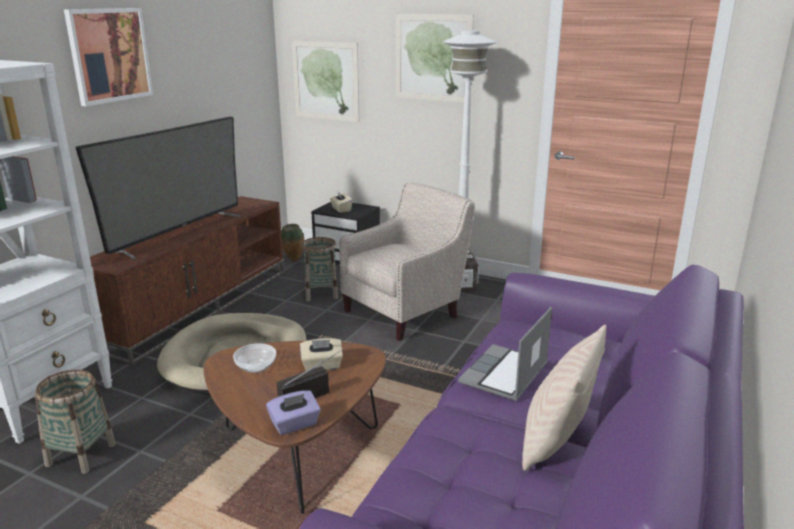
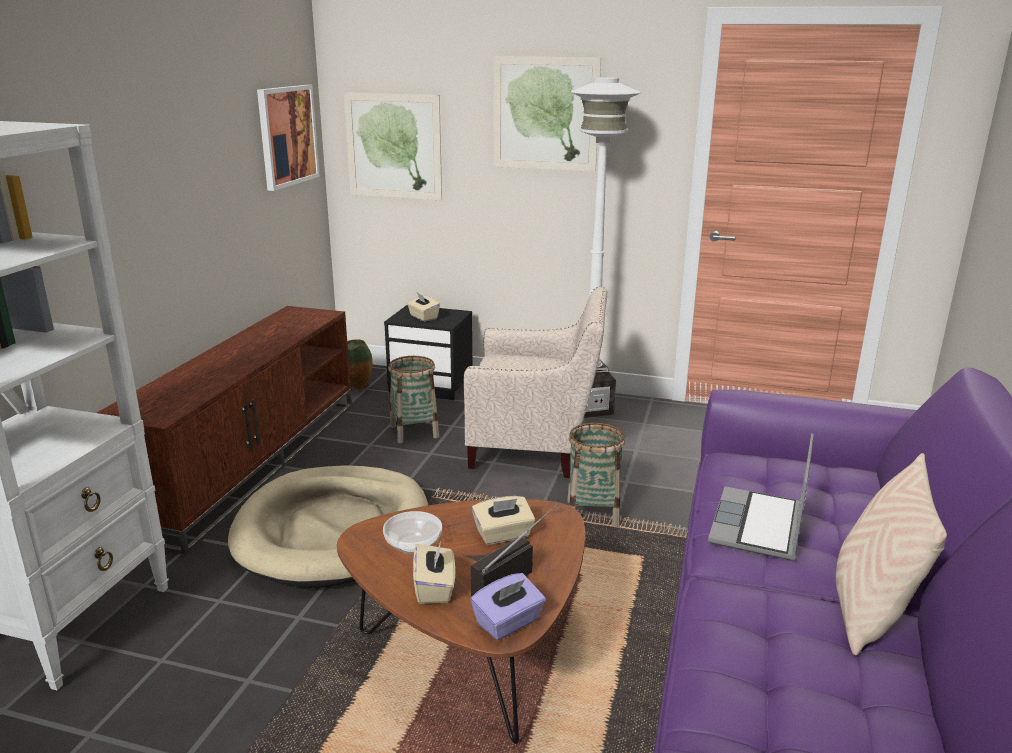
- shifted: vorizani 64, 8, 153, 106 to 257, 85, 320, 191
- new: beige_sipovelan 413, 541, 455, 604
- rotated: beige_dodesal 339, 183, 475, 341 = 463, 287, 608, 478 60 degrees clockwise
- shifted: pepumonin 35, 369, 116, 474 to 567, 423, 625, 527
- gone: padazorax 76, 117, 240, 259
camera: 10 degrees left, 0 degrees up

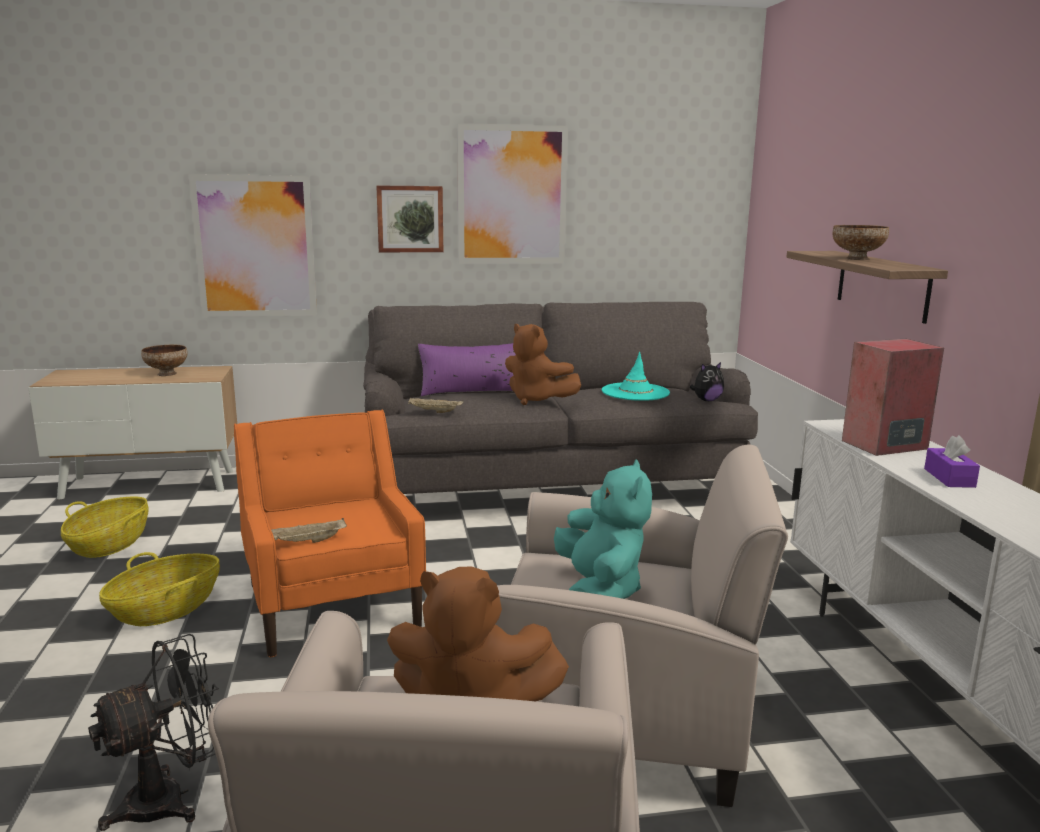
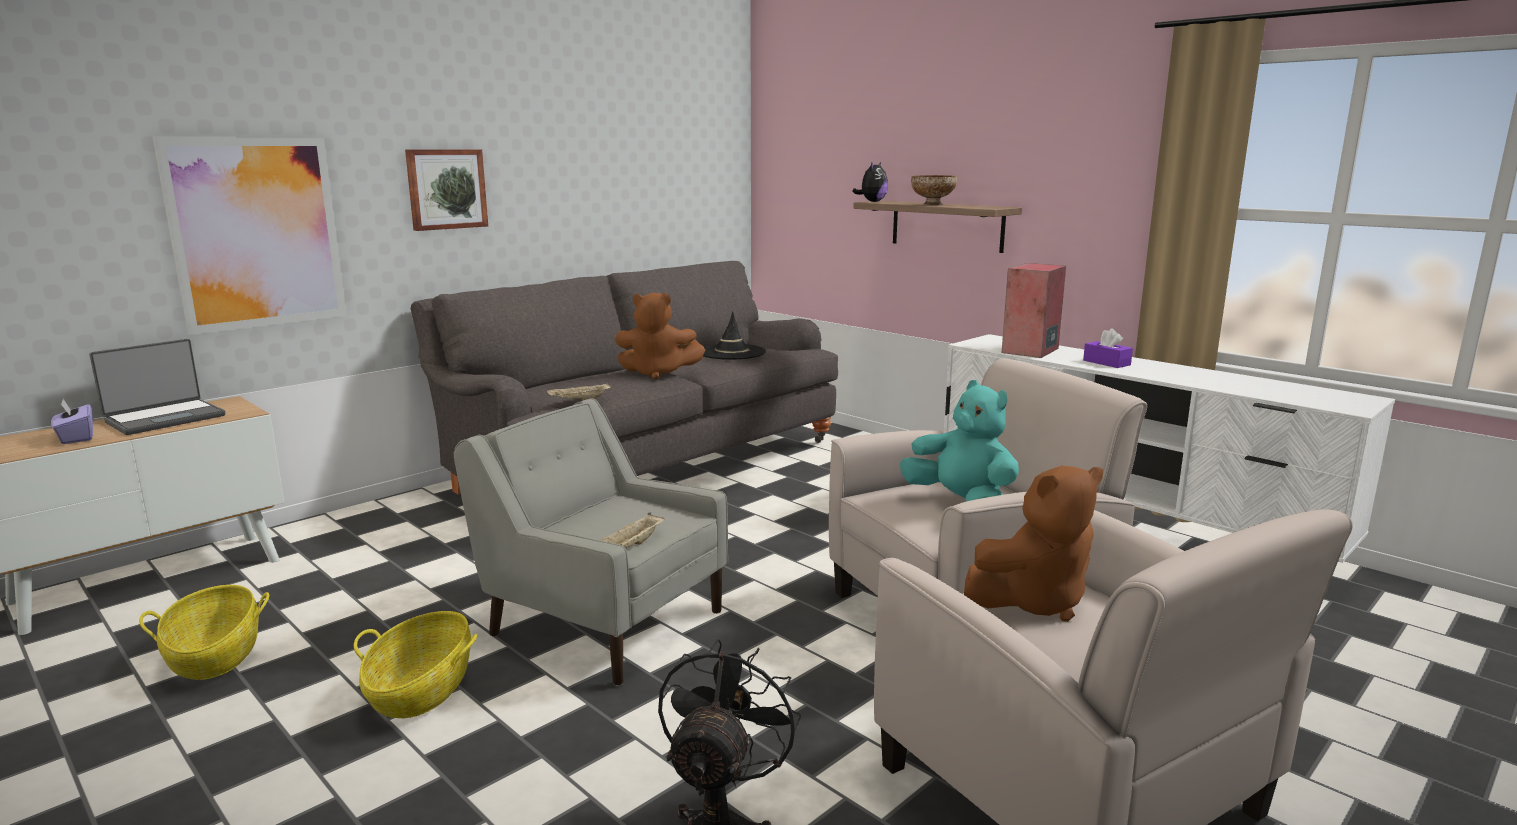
- new: purple_sipovelan 51, 399, 93, 444
- swapped: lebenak 141, 345, 187, 376 to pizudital 89, 339, 225, 435
- repainted: orange_dodesal 234, 410, 426, 657 to grey_dodesal 454, 398, 728, 686
- repainted: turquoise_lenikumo 602, 352, 670, 401 to black_lenikumo 703, 311, 766, 360
- shifted: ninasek 690, 362, 724, 401 to 852, 162, 888, 202
- gone: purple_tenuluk 418, 343, 516, 396
- gone: vorizani 457, 123, 568, 264
camera: 35 degrees left, 0 degrees up

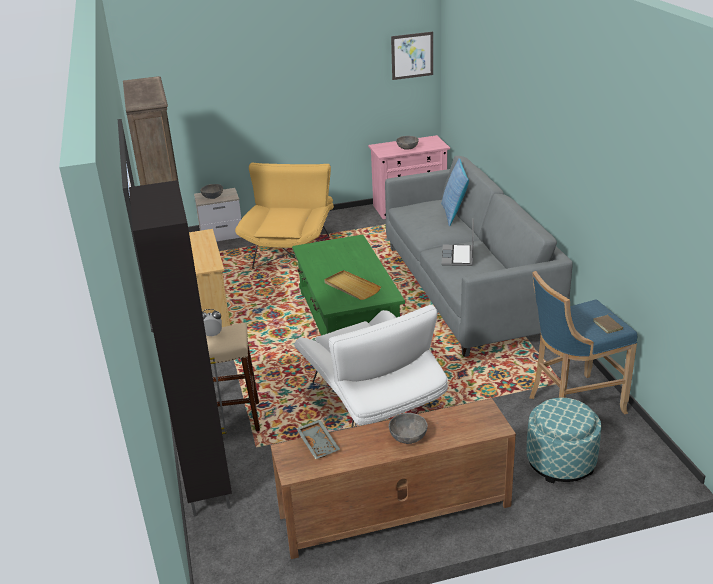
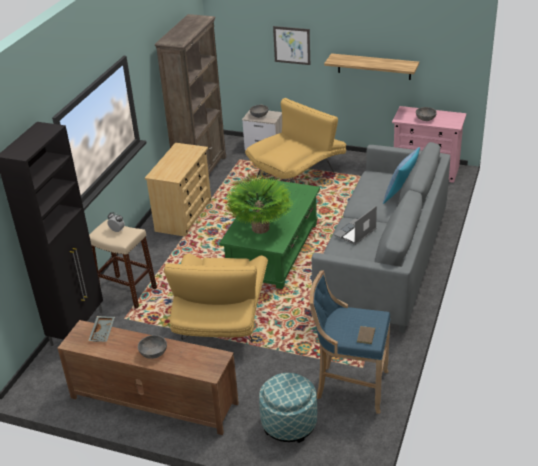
- repainted: white_dodesal 294, 305, 448, 428 to yellow_dodesal 164, 253, 268, 342
- swapped: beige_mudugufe 324, 270, 381, 300 to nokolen 224, 174, 293, 234
- shifted: vorizani 391, 32, 433, 80 to 273, 26, 310, 65
- new: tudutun 324, 53, 419, 80
camera: 35 degrees right, 5 degrees up

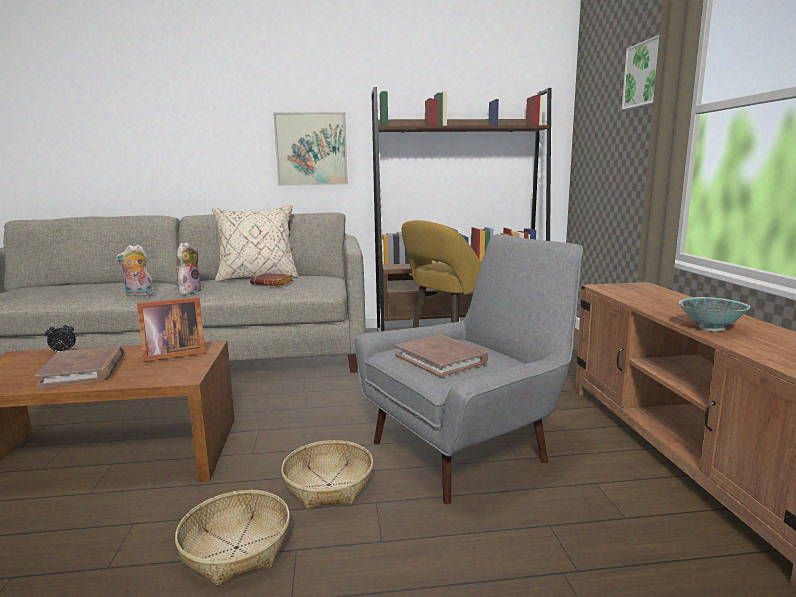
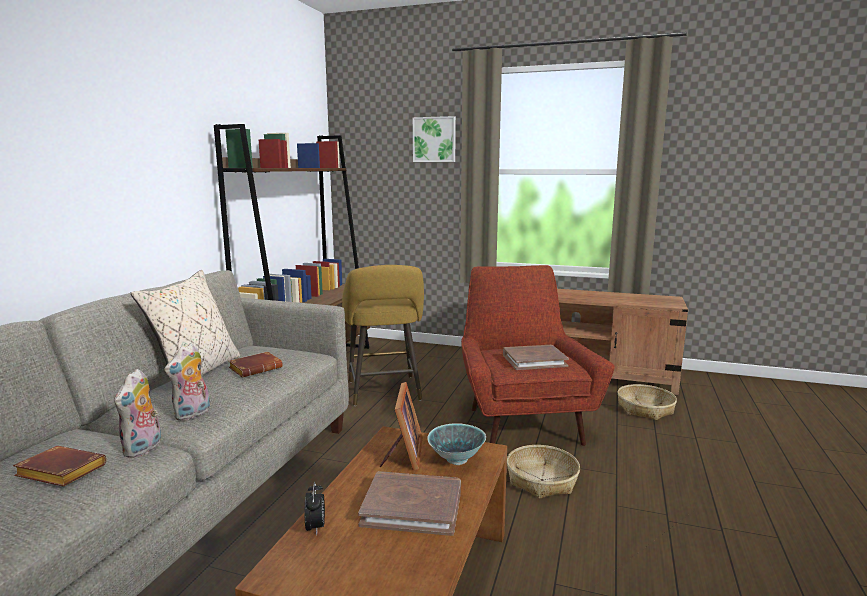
- new: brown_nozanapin 13, 446, 107, 487
- rotated: ninasek 176, 242, 202, 294 = 164, 343, 210, 421 105 degrees counterclockwise
- shifted: lebenak 679, 297, 750, 332 to 427, 423, 486, 465
- repainted: grey_dodesal 355, 234, 583, 504 to red_dodesal 461, 265, 615, 446
- shifted: pepumonin 175, 490, 290, 586 to 617, 384, 677, 420
- gone: vorizani 273, 112, 348, 186
camera: 65 degrees left, 0 degrees up

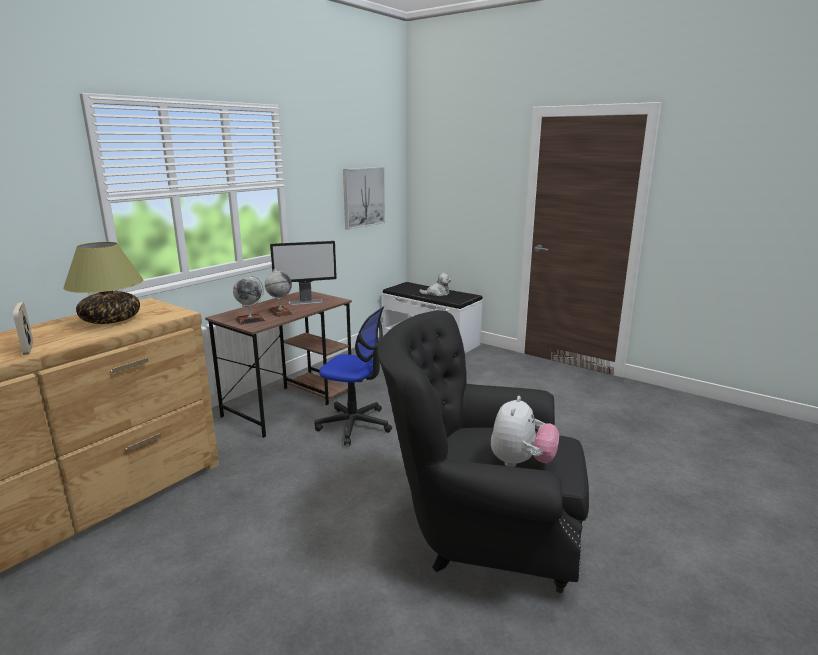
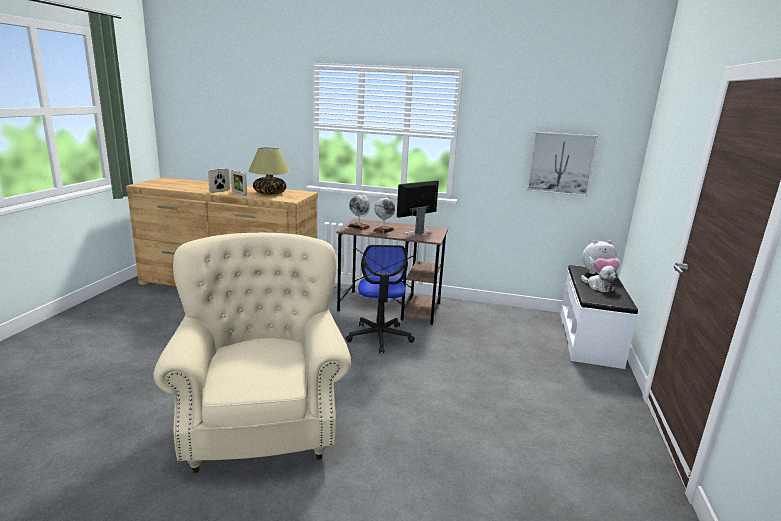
- repainted: black_dodesal 377, 310, 589, 593 to beige_dodesal 153, 233, 351, 473
- new: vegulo 231, 170, 247, 196
- rotated: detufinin 270, 241, 337, 305 = 397, 180, 439, 236 90 degrees clockwise
- shifted: ninasek 491, 396, 559, 467 to 582, 240, 620, 274
camera: 65 degrees right, 0 degrees up

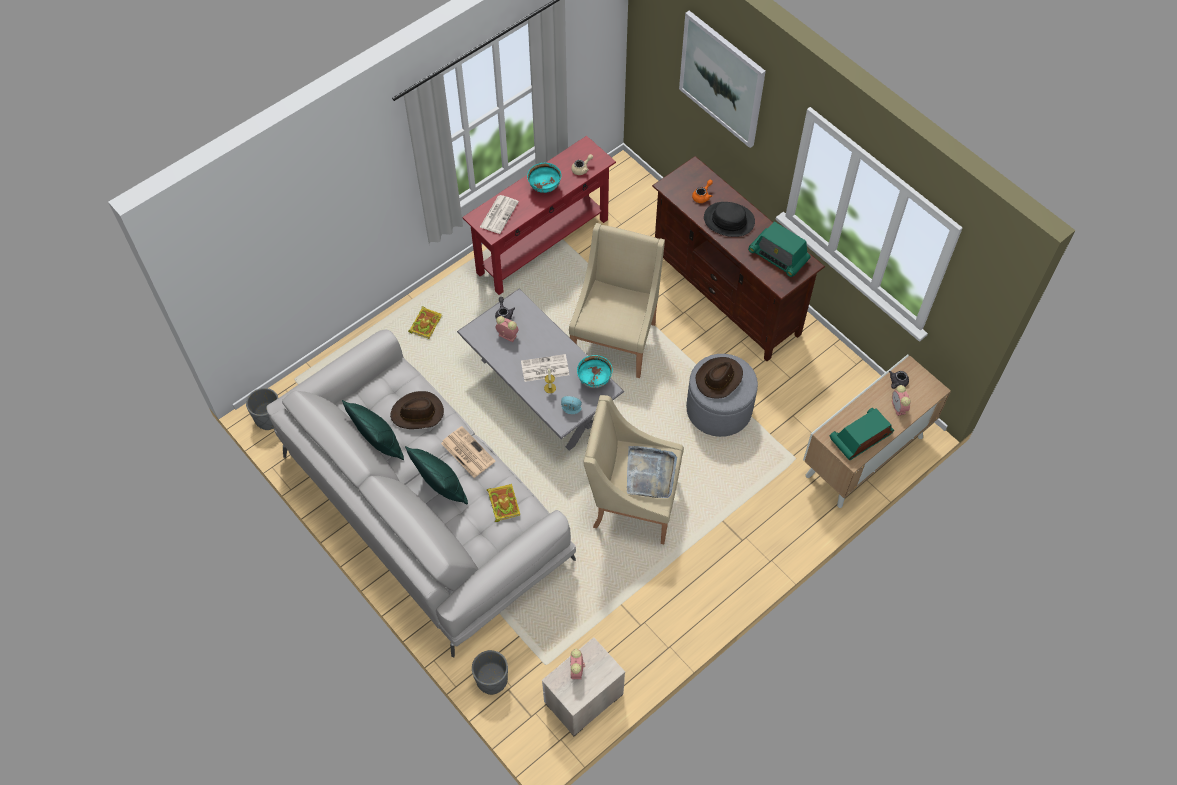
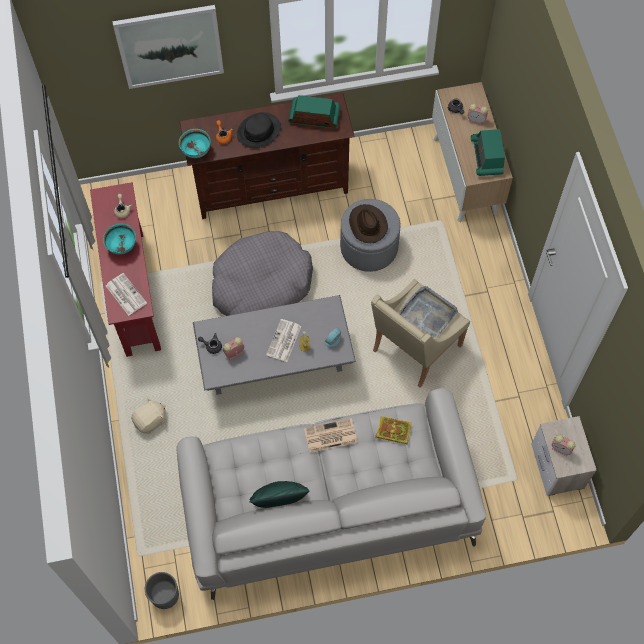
- swapped: nozanapin 408, 306, 442, 339 to beige_ninasek 131, 398, 166, 434
- shifted: turquoise_lebenak 577, 355, 613, 388 to 179, 129, 210, 158
- swapped: beige_dodesal 569, 223, 665, 378 to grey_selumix 212, 231, 313, 316
- rotated: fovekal 748, 221, 810, 277 = 288, 95, 341, 129 150 degrees counterclockwise
- gone: brown_lenikumo 390, 391, 444, 429
- gone: green_tenuluk 405, 446, 468, 504
- gone: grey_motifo 472, 650, 508, 695
camera: 60 degrees left, 5 degrees up

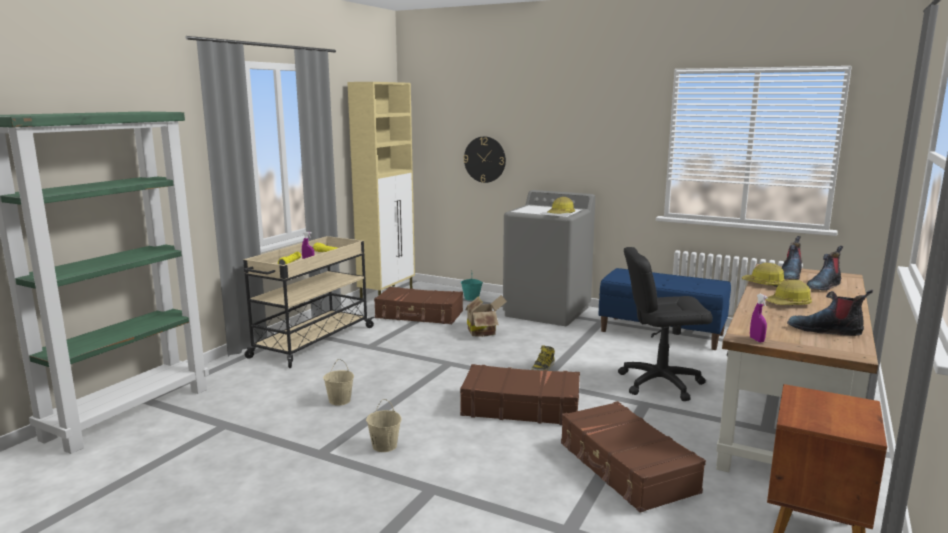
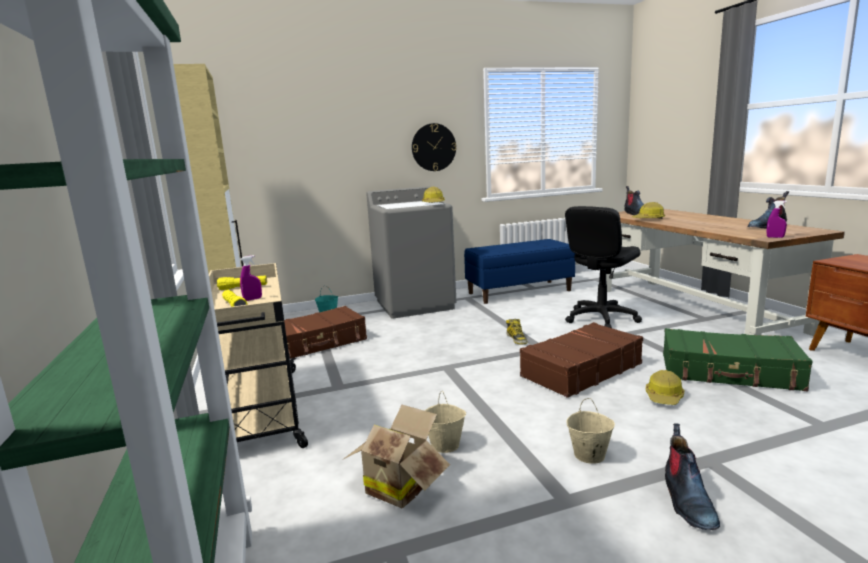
- shifted: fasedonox 466, 295, 507, 337 to 342, 405, 450, 508
- shifted: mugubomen 464, 137, 506, 183 to 412, 123, 456, 171
- shifted: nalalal 765, 280, 812, 305 to 646, 370, 684, 405
- repainted: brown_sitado 561, 401, 706, 513 to green_sitado 663, 328, 812, 392
- shifted: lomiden 807, 246, 843, 291 to 665, 423, 720, 530
camera: 45 degrees left, 0 degrees up

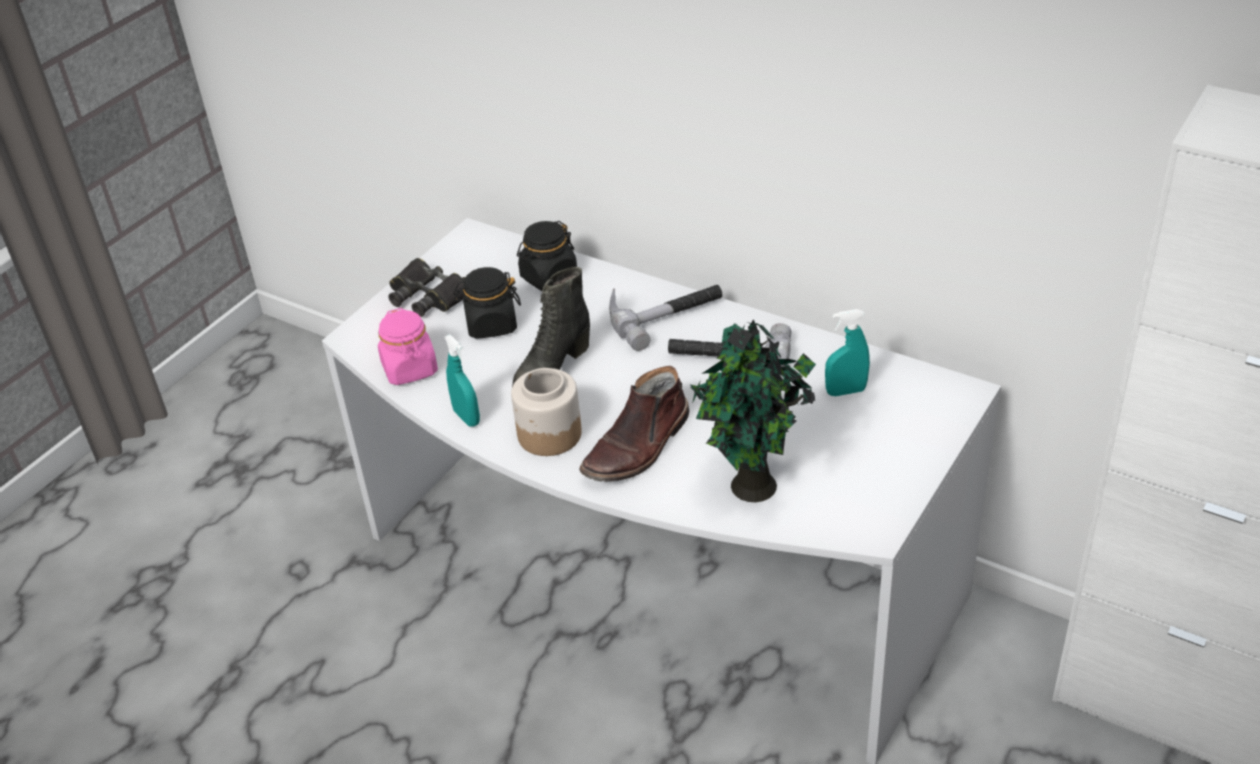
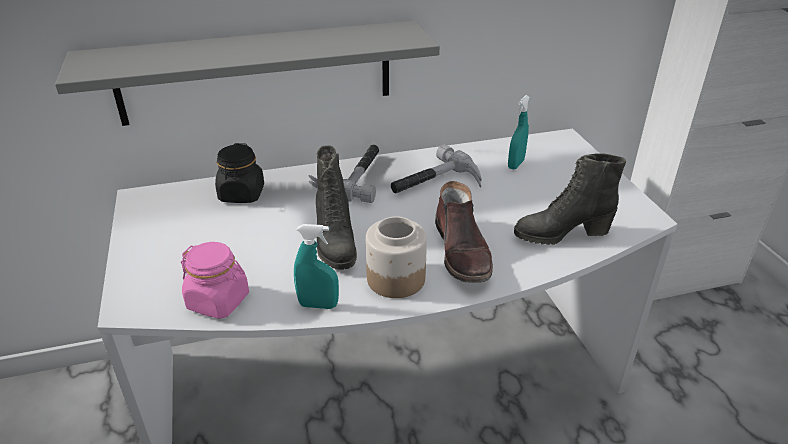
- new: grey_tudutun 55, 21, 440, 126
- swapped: nokolen 690, 319, 816, 502 to black_lomiden 514, 153, 626, 245
- gone: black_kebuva 388, 258, 466, 317
- gone: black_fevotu 453, 267, 521, 339
camera: 50 degrees left, 5 degrees down

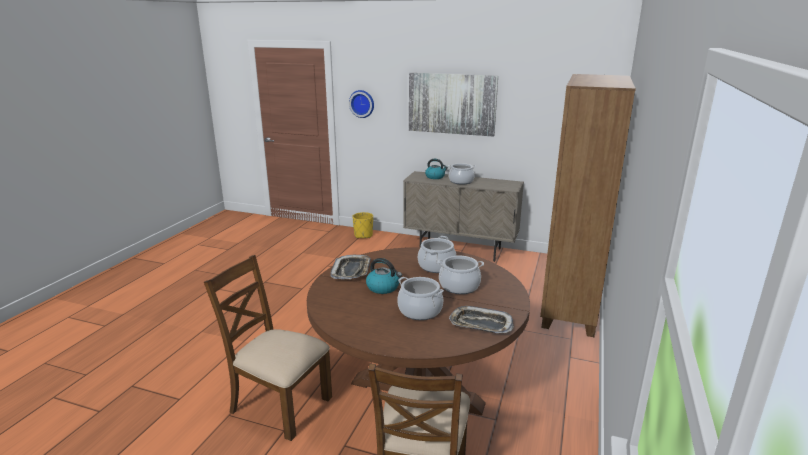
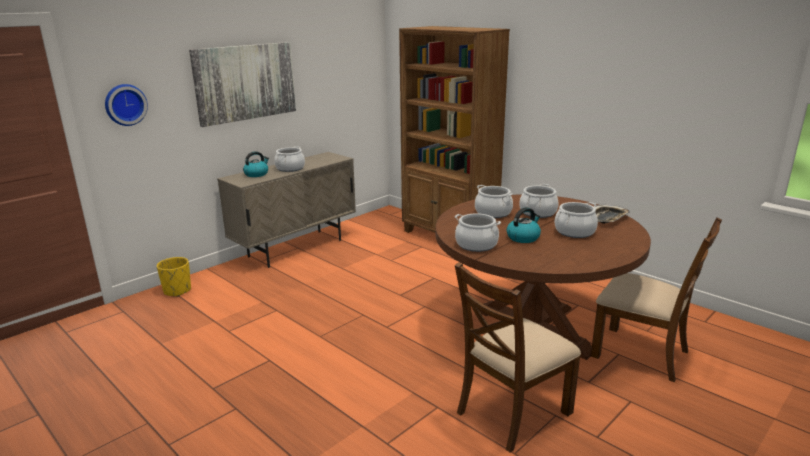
- swapped: mudugufe 330, 255, 371, 279 to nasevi 455, 213, 501, 252
camera: 65 degrees left, 0 degrees up

